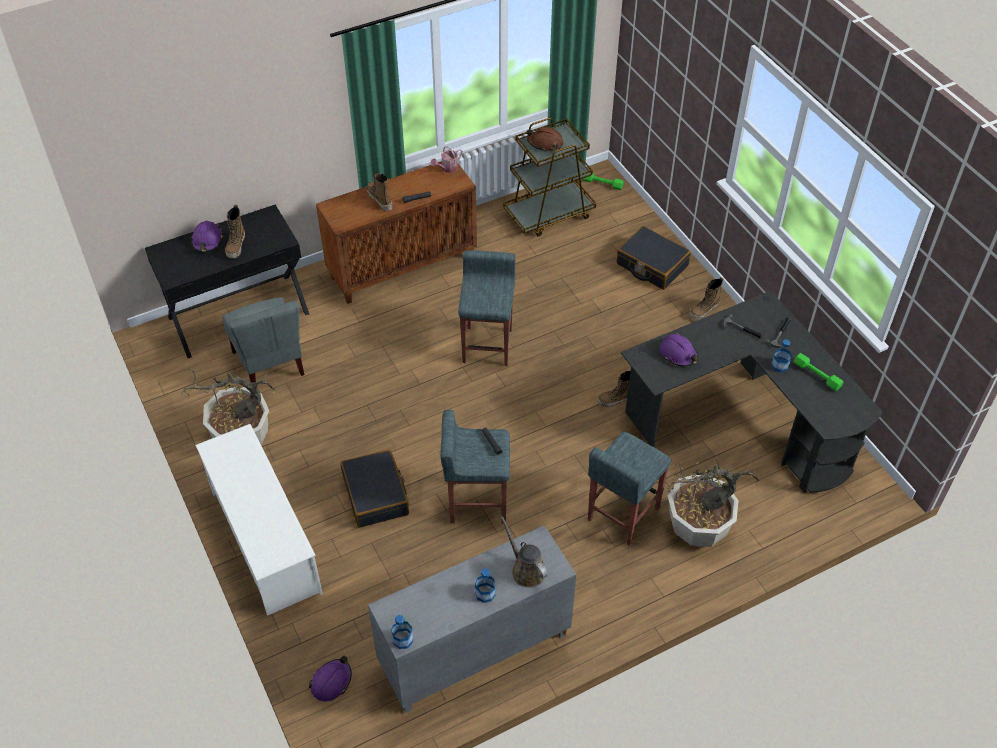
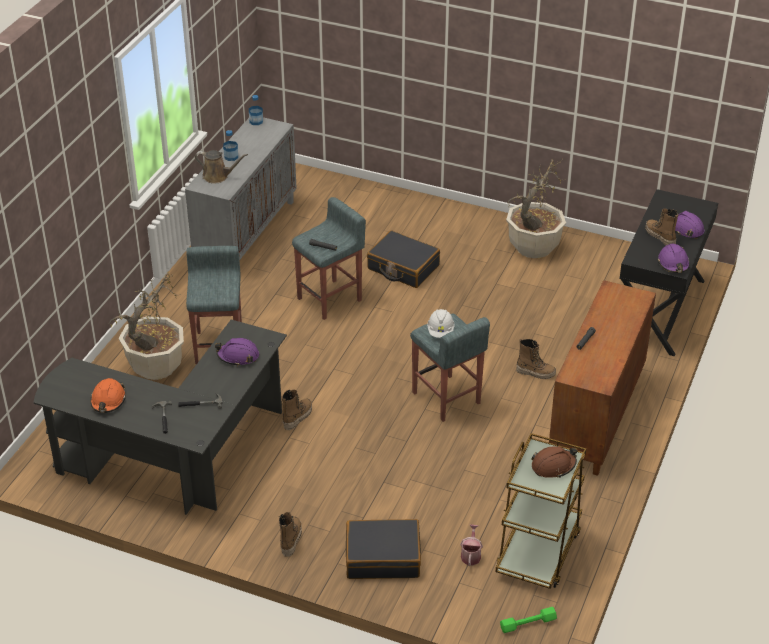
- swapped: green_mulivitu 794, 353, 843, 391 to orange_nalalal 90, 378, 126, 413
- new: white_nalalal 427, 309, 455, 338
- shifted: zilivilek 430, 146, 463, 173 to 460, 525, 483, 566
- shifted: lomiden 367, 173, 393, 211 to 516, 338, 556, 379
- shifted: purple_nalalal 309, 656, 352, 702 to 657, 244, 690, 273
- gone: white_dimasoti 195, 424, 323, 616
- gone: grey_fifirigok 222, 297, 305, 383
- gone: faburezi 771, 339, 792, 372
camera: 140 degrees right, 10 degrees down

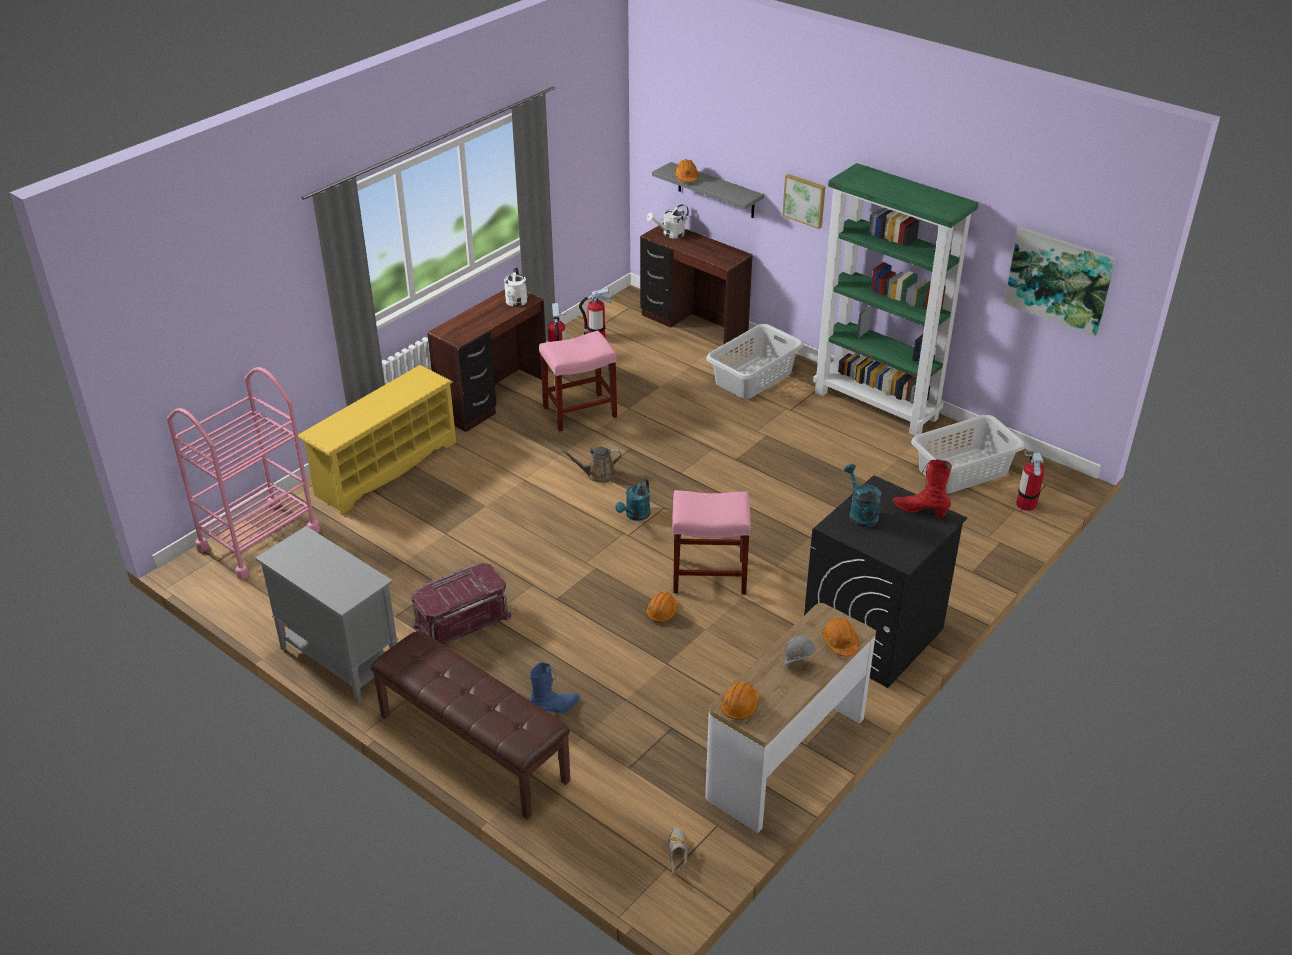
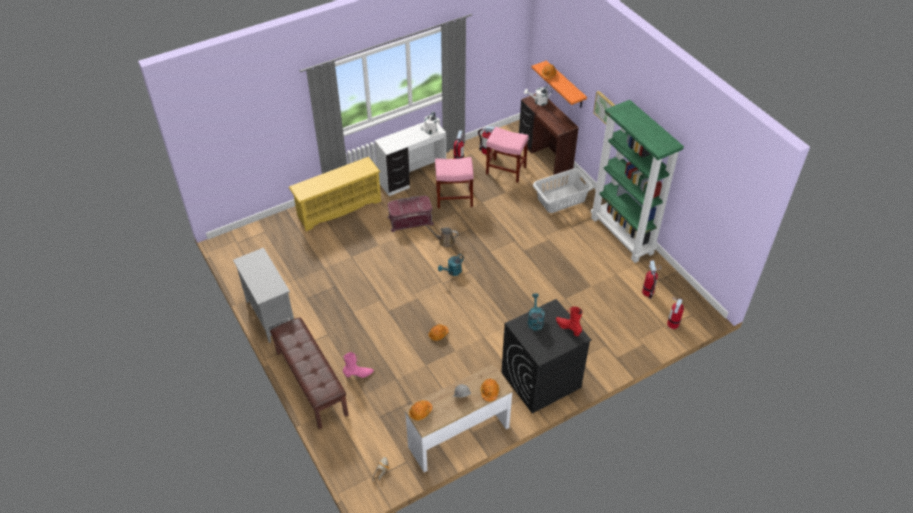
- repainted: blue_lomiden 529, 662, 580, 714 to pink_lomiden 343, 352, 374, 378
- repainted: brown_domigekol 427, 289, 546, 432 to white_domigekol 375, 122, 446, 196
- shifted: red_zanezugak 411, 563, 512, 645 to 387, 196, 434, 232
- shifted: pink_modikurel 673, 490, 751, 595 to 486, 127, 529, 183
- repainted: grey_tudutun 652, 162, 764, 218 to orange_tudutun 531, 60, 587, 107
- swapped: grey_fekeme 911, 415, 1025, 493 to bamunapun 642, 260, 661, 299
- gone: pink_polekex 167, 367, 320, 580
- gone: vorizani 1004, 226, 1116, 336
camera: 20 degrees right, 10 degrees up

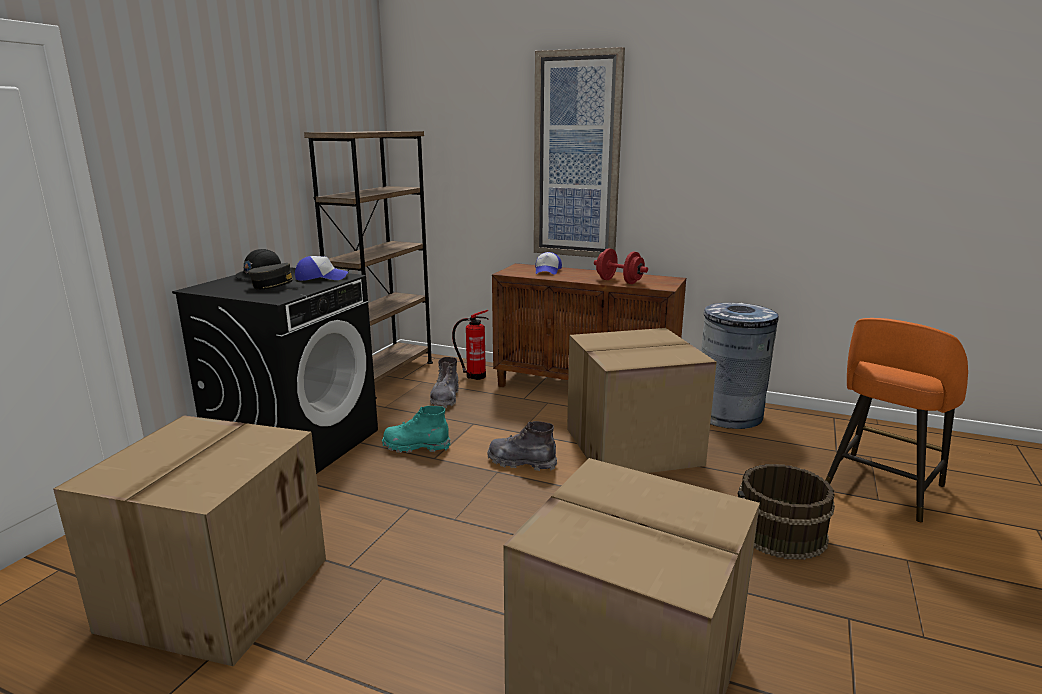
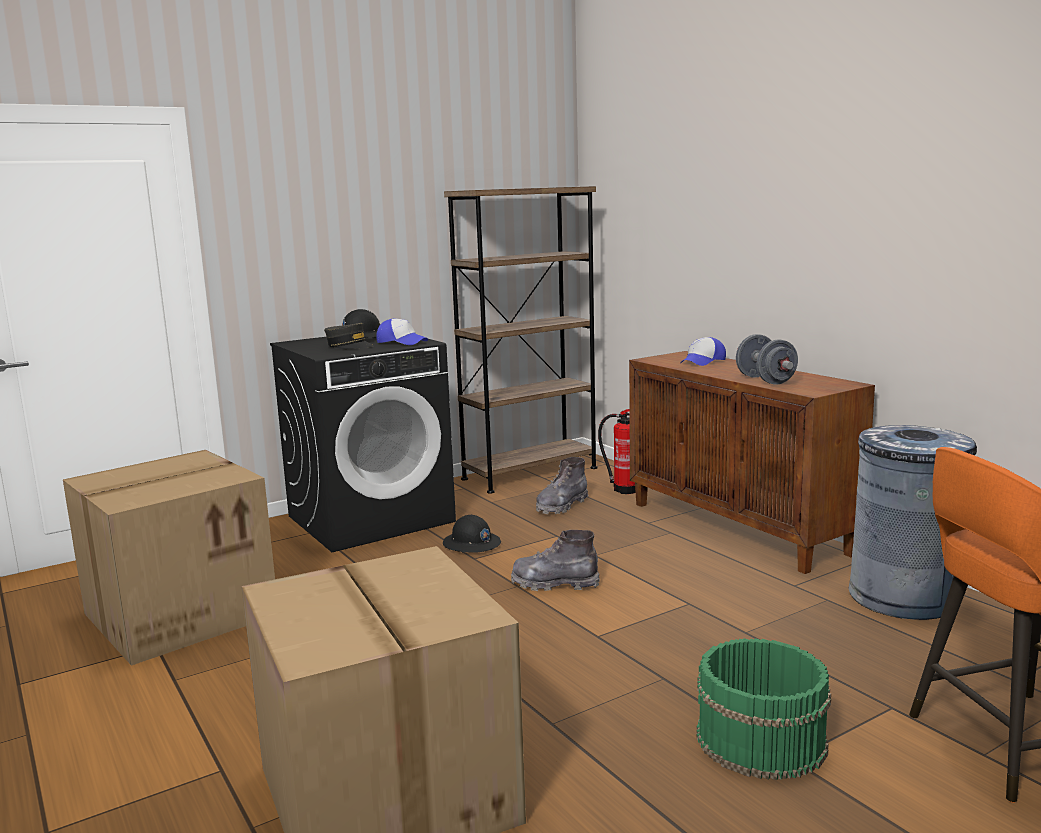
- swapped: turquoise_lomiden 382, 406, 450, 453 to black_nalalal 443, 515, 501, 553
- rotated: grey_lomiden 487, 421, 557, 471 = 511, 530, 600, 591 45 degrees counterclockwise
- repainted: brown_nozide 738, 464, 835, 560 to green_nozide 696, 638, 831, 780
- repainted: red_mulivitu 594, 248, 648, 284 to grey_mulivitu 736, 334, 798, 385
- gone: vorizani 534, 47, 625, 258
- gone: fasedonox 567, 328, 717, 473
camera: 35 degrees right, 5 degrees down

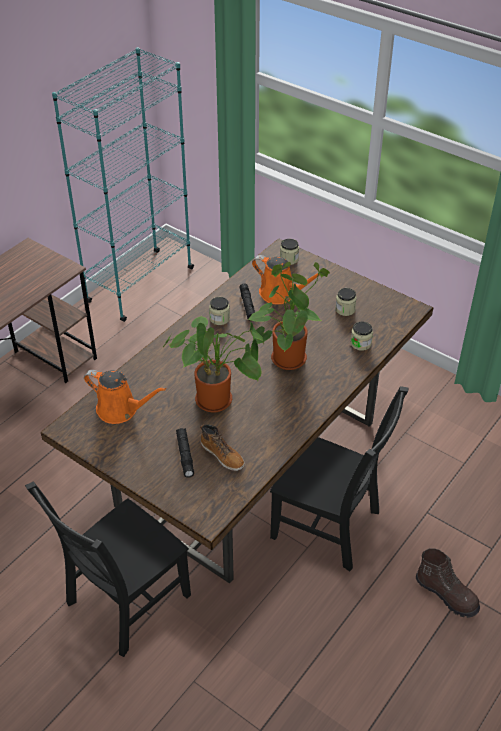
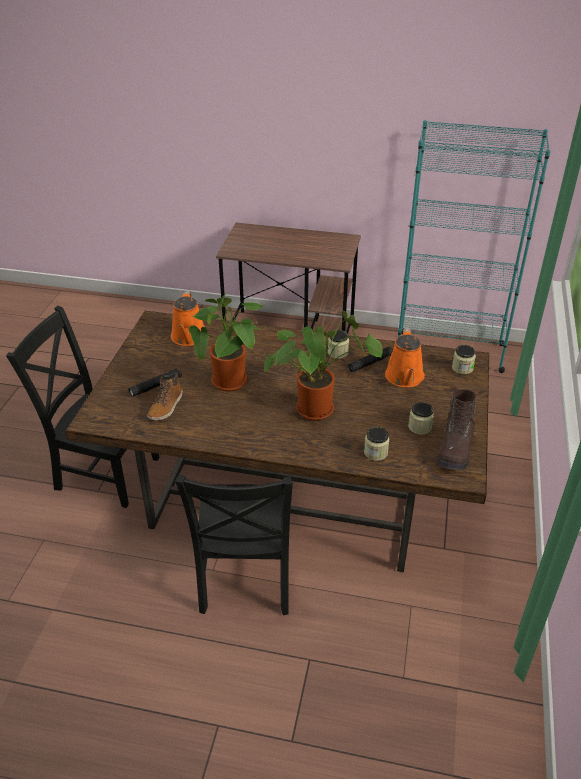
- shifted: brown_lomiden 416, 548, 480, 618 to 437, 389, 477, 470
camera: 65 degrees right, 5 degrees down

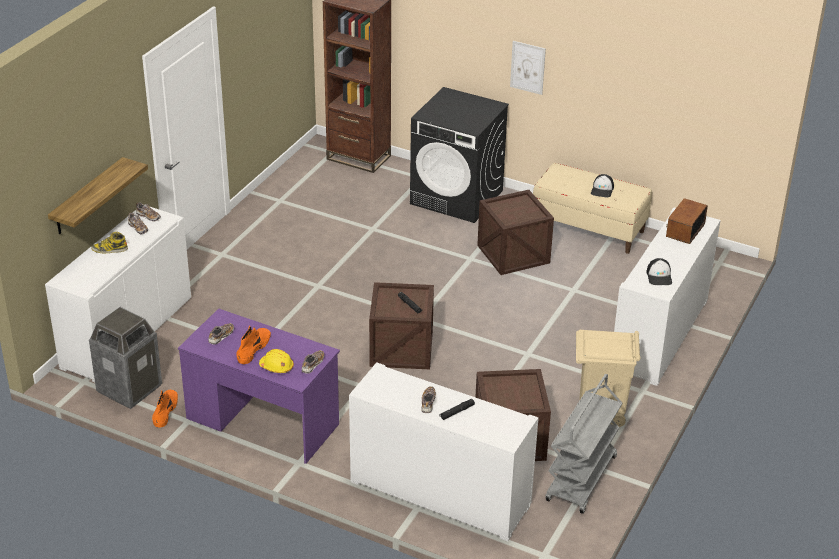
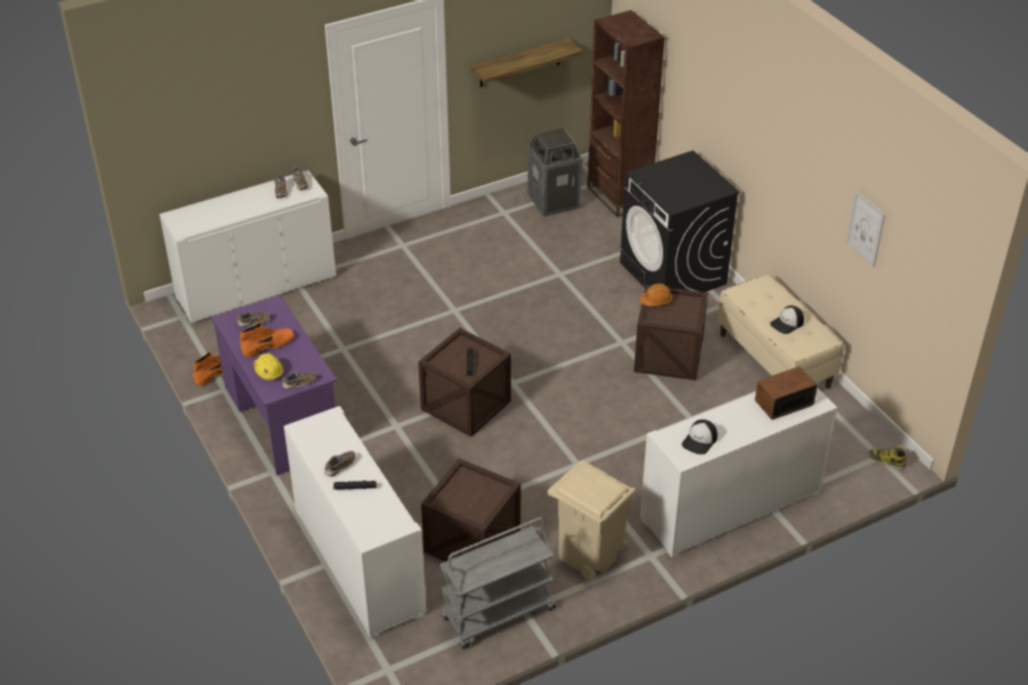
- shifted: tudutun 48, 157, 148, 234 to 471, 38, 583, 87
- shifted: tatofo 89, 307, 162, 409 to 528, 127, 583, 217
- new: orange_nalalal 640, 283, 673, 306
- shifted: vorizani 510, 41, 546, 95 to 846, 191, 885, 267
- shifted: lomiden 91, 232, 128, 253 to 868, 446, 907, 469
camera: 35 degrees right, 5 degrees up

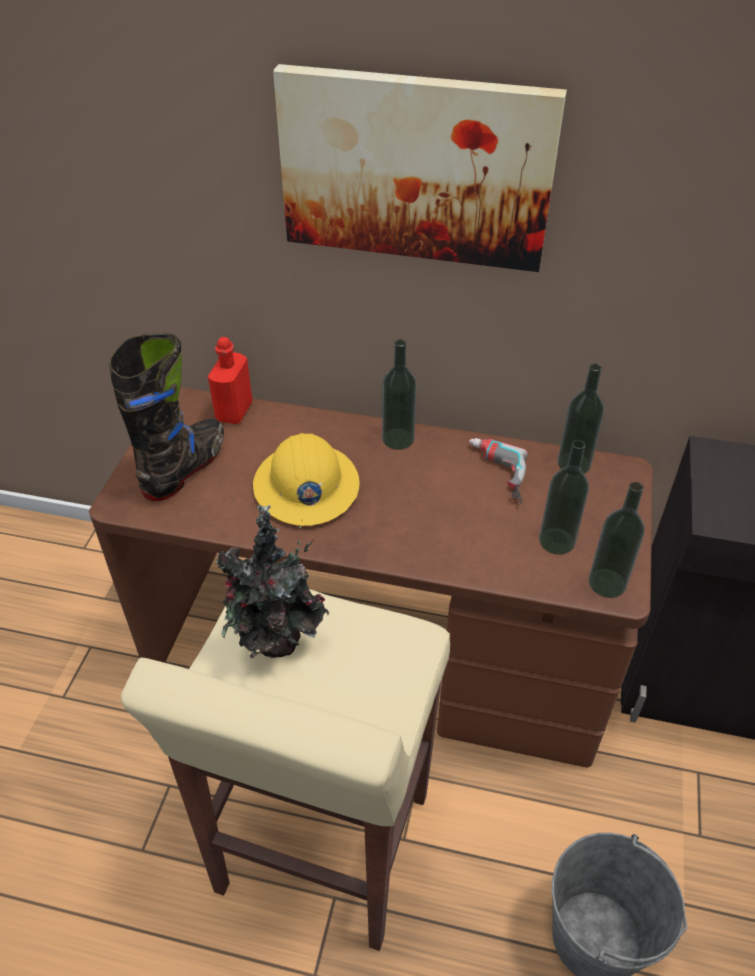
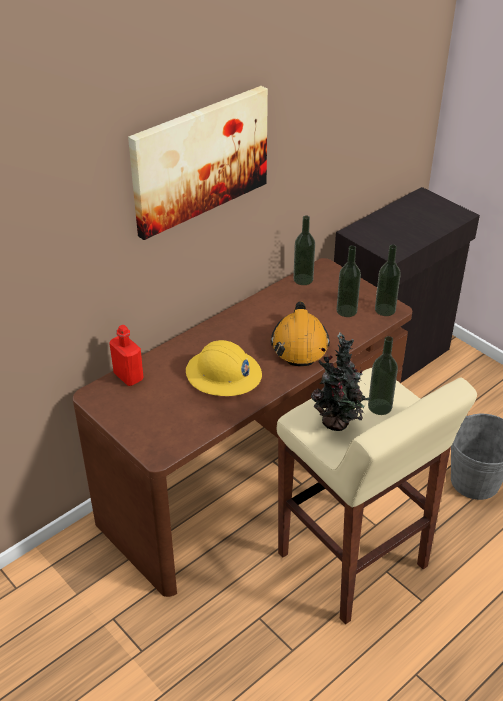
- new: orange_nalalal 271, 301, 330, 366
- shifted: faburezi 382, 339, 417, 450 to 368, 336, 398, 415
- gone: black_lomiden 109, 333, 224, 501
- gone: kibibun 469, 438, 528, 505
camera: 55 degrees left, 5 degrees down

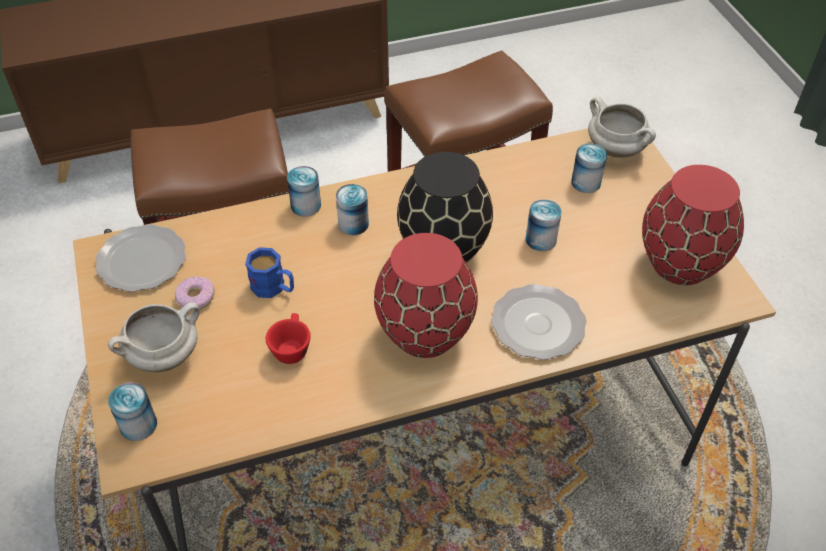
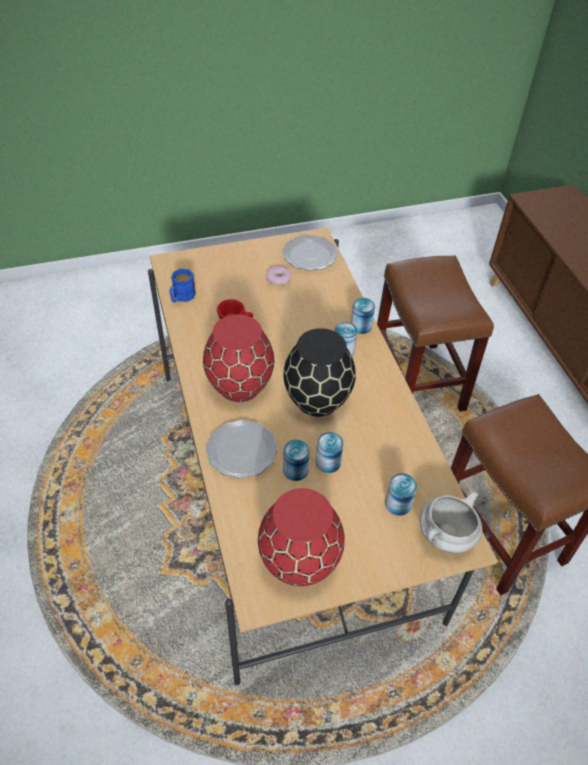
- shifted: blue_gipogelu 245, 247, 294, 298 to 170, 268, 196, 303
- shifted: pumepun 108, 383, 157, 441 to 283, 440, 310, 481
- gone: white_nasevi 108, 302, 199, 372
camera: 90 degrees right, 0 degrees up

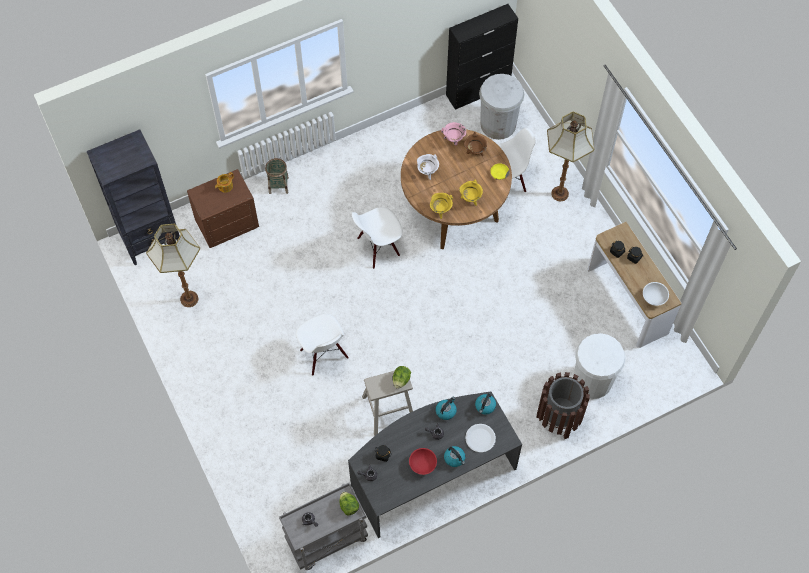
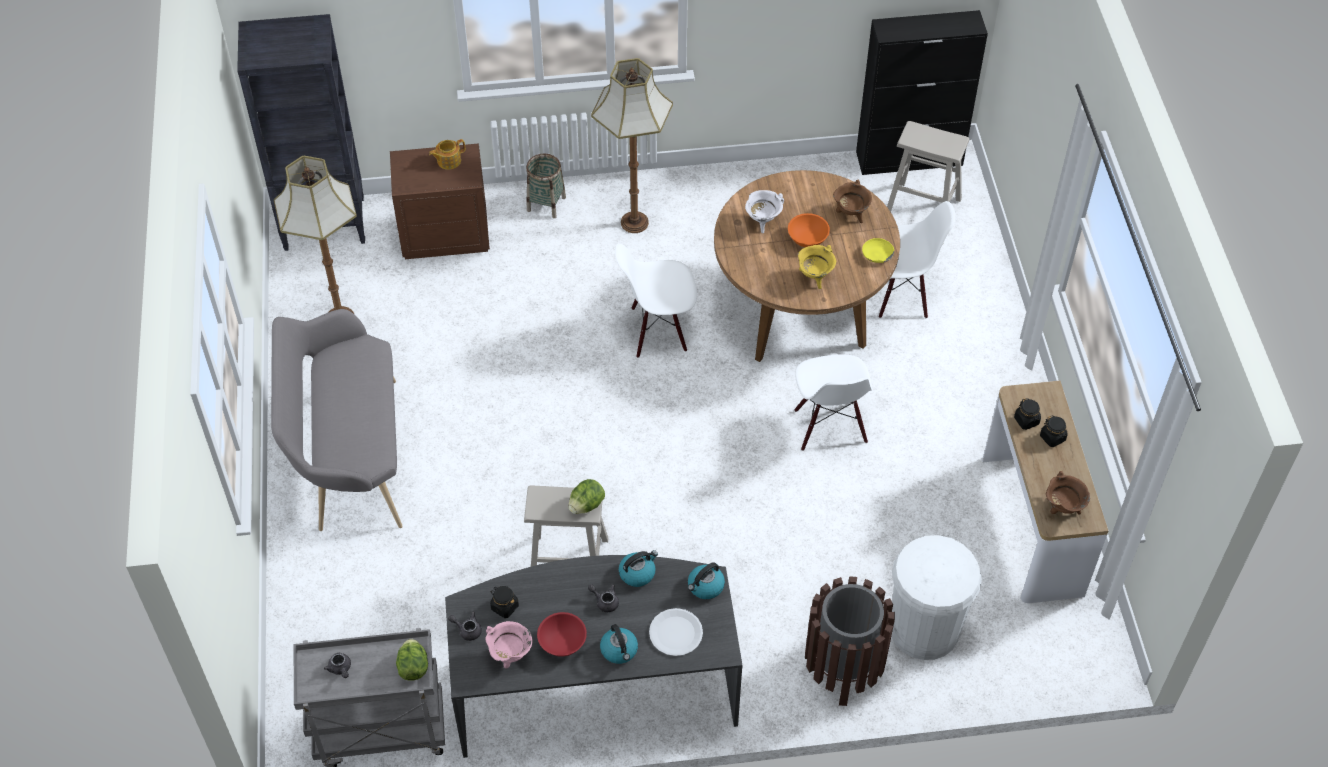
- new: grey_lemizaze 271, 309, 403, 531
- shifted: pink_nasevi 441, 122, 466, 145 to 485, 621, 532, 668
- shifted: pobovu 547, 112, 595, 201 to 591, 58, 673, 233
- new: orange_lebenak 788, 213, 830, 247
- shifted: white_fifirigok 296, 314, 349, 376 to 794, 354, 872, 451
- swapped: white_tatofo 479, 74, 524, 140 to beige_modikurel 887, 121, 970, 245
- swapped: white_lebenak 643, 282, 669, 306 to brown_nasevi 1046, 471, 1090, 515
- gone: yellow_nasevi 430, 193, 453, 219
camera: 20 degrees right, 10 degrees down

